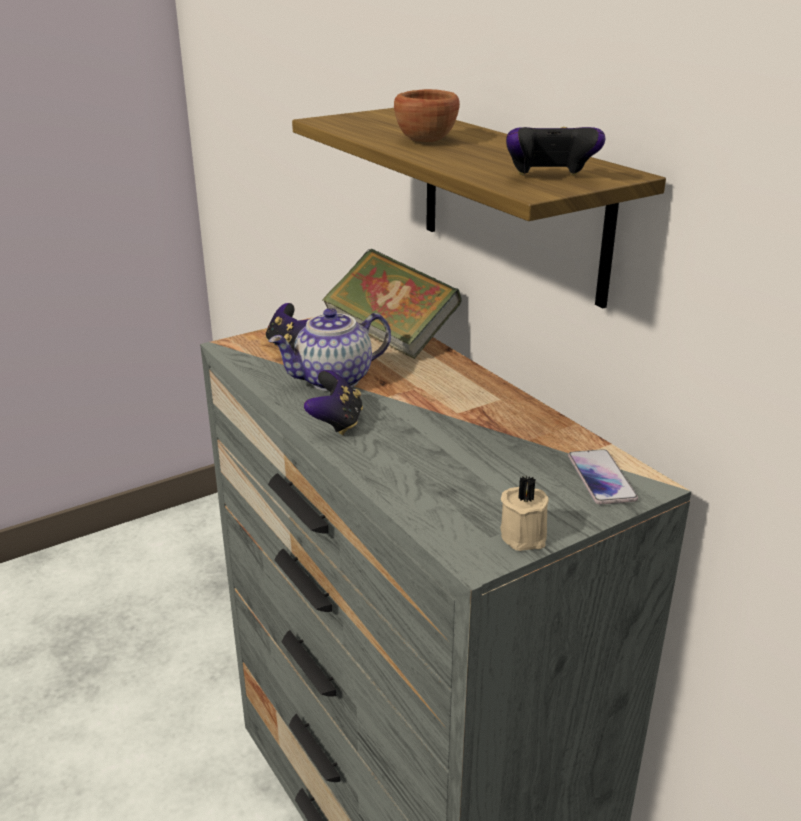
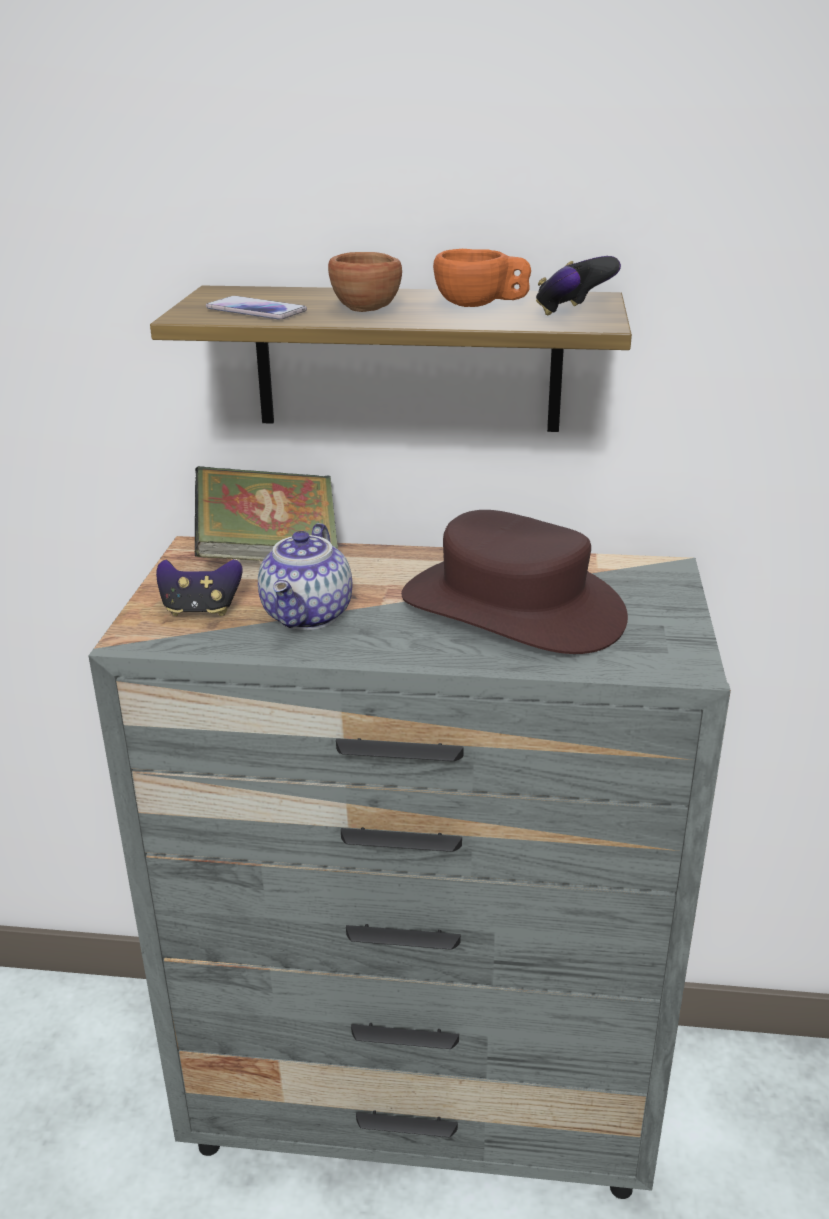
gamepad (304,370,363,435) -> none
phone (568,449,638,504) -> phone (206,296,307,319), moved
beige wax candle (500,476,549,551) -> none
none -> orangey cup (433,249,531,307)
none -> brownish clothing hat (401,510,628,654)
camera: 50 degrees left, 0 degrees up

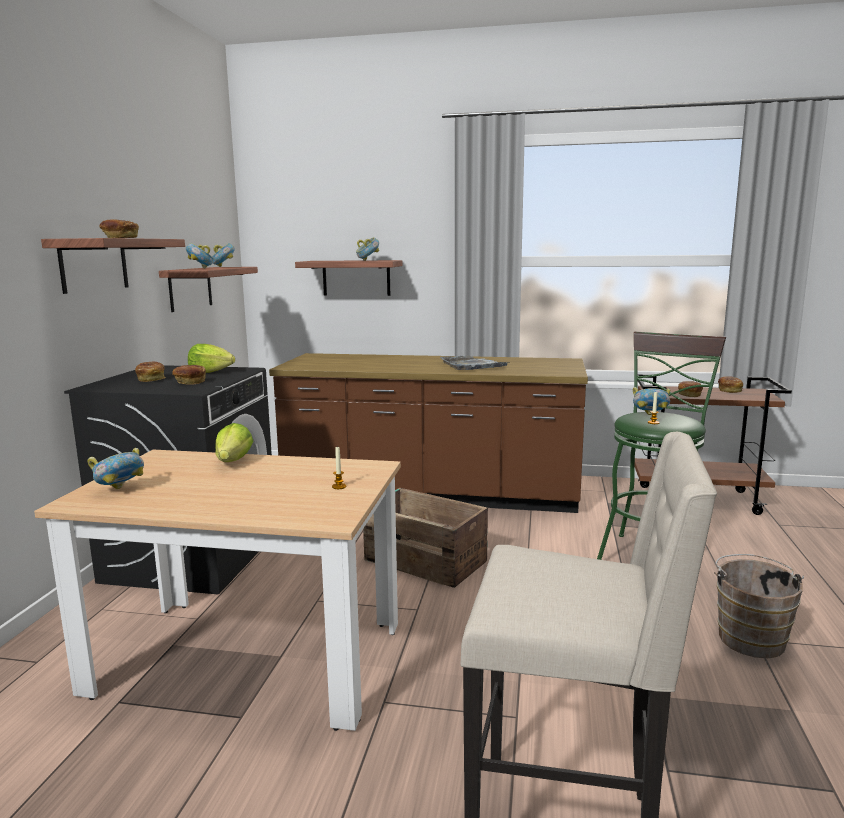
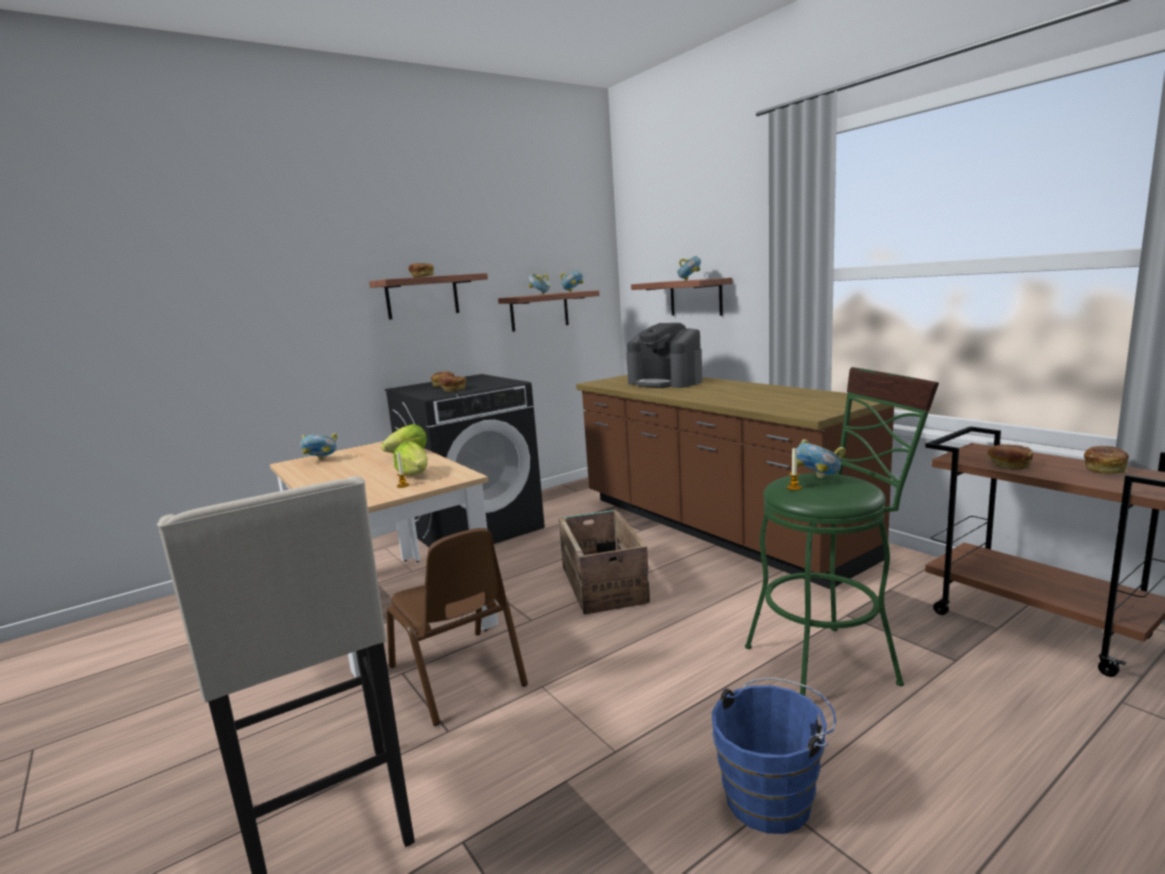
lettuce (188,344,235,373) -> lettuce (394,442,428,476), moved
grey tray (440,356,509,370) -> none
brownish pail (714,554,804,658) -> blue pail (712,678,836,834)
none -> coffee brewer (626,323,703,388)
none -> brownish plain chair (386,528,528,726)
camera: 45 degrees right, 0 degrees up

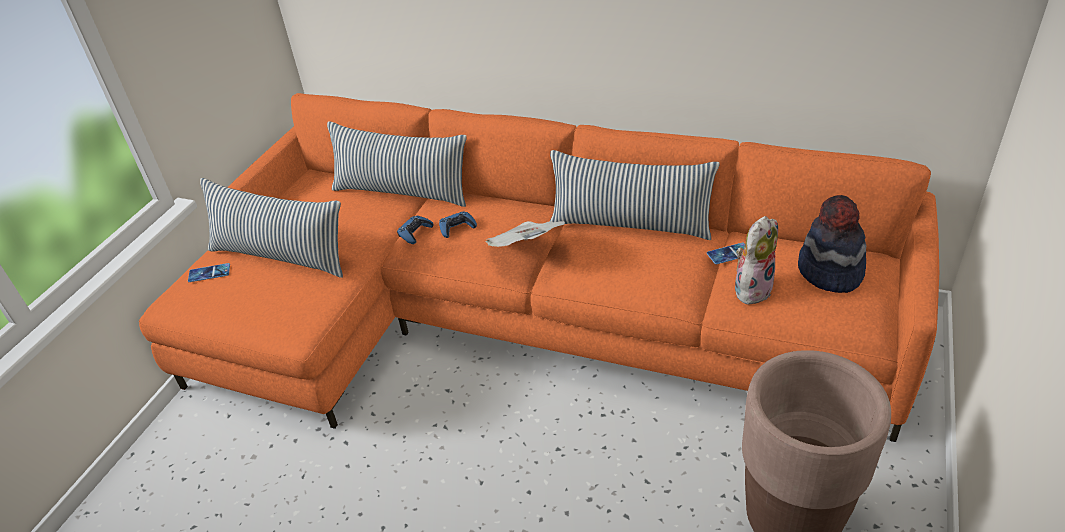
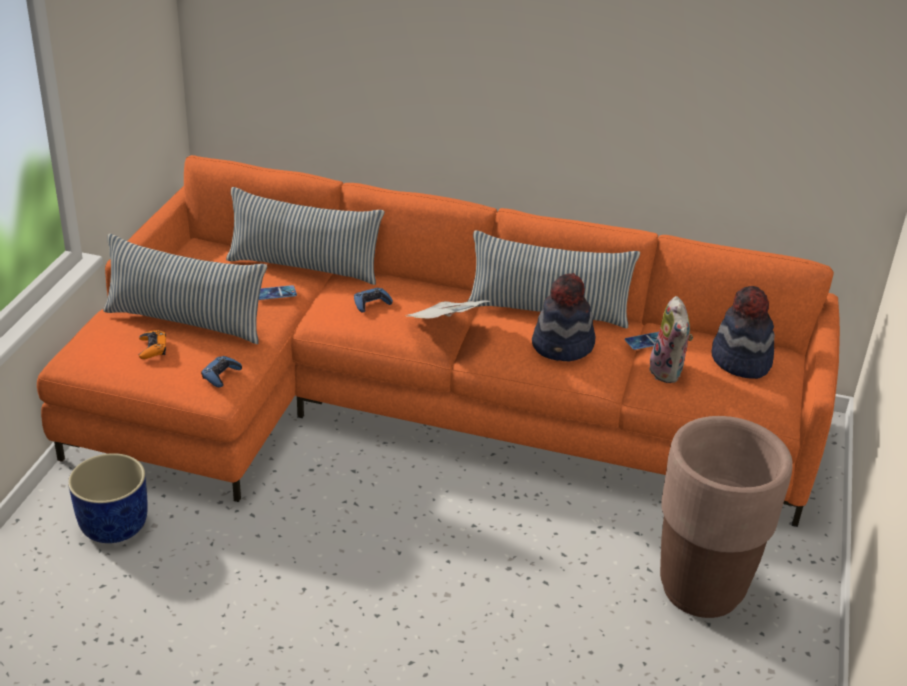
blue gamepad (397,215,434,244) -> blue gamepad (201,356,242,388), moved
cuddly toy (735,216,778,304) -> cuddly toy (649,296,693,383), 135 degrees clockwise
phone (188,263,230,282) -> phone (259,285,297,300), moved
none -> clothing hat (532,273,596,361)
none -> orangey gamepad (139,330,166,359)
none -> blue flower pot (68,453,148,543)
camera: 10 degrees left, 5 degrees down

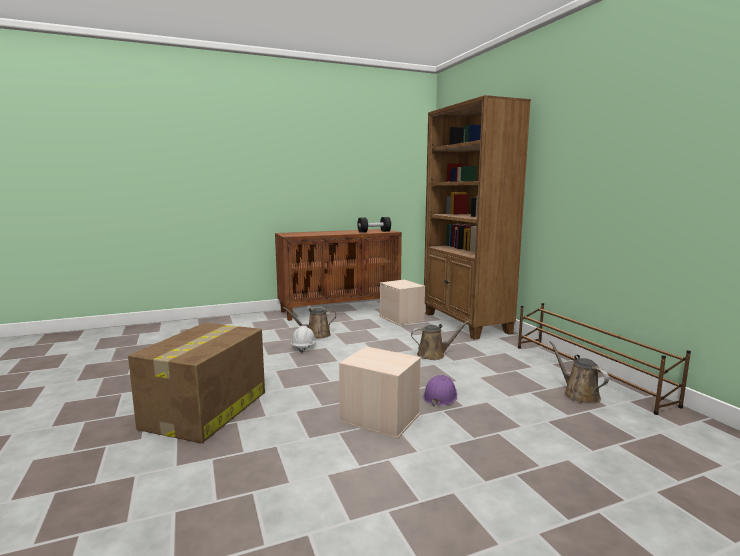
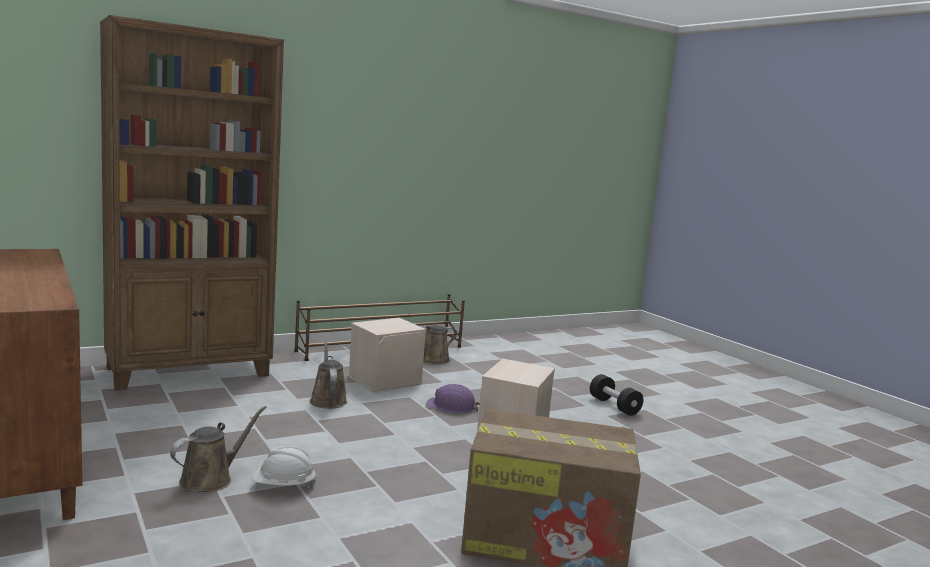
blackish dumbbell (357,217,391,233) -> blackish dumbbell (590,374,643,416), moved
beige storage container (380,280,425,326) -> beige storage container (348,318,426,392), moved
brownish watering pot (283,307,336,339) -> brownish watering pot (170,406,267,493), 120 degrees counterclockwise
camera: 100 degrees left, 0 degrees up

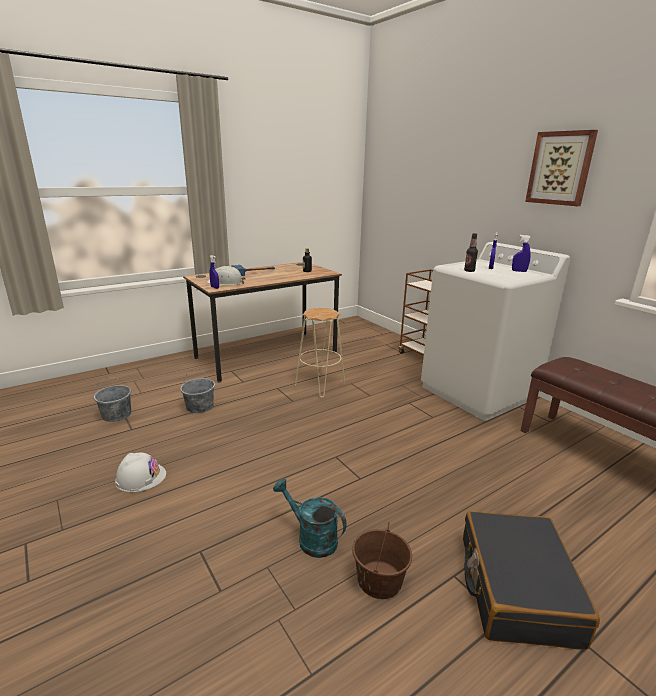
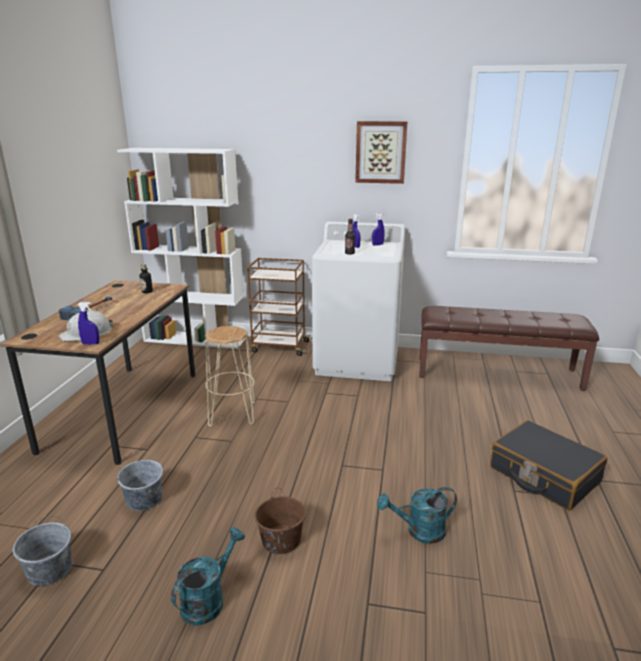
whitish work helmet (115,453,166,492) -> turquoise-coloured watering pot (171,527,245,626)
brownish pail (352,522,412,599) -> brownish pail (254,488,306,554), moved
none -> whitish bookcase (117,148,245,349)
camera: 45 degrees left, 0 degrees up

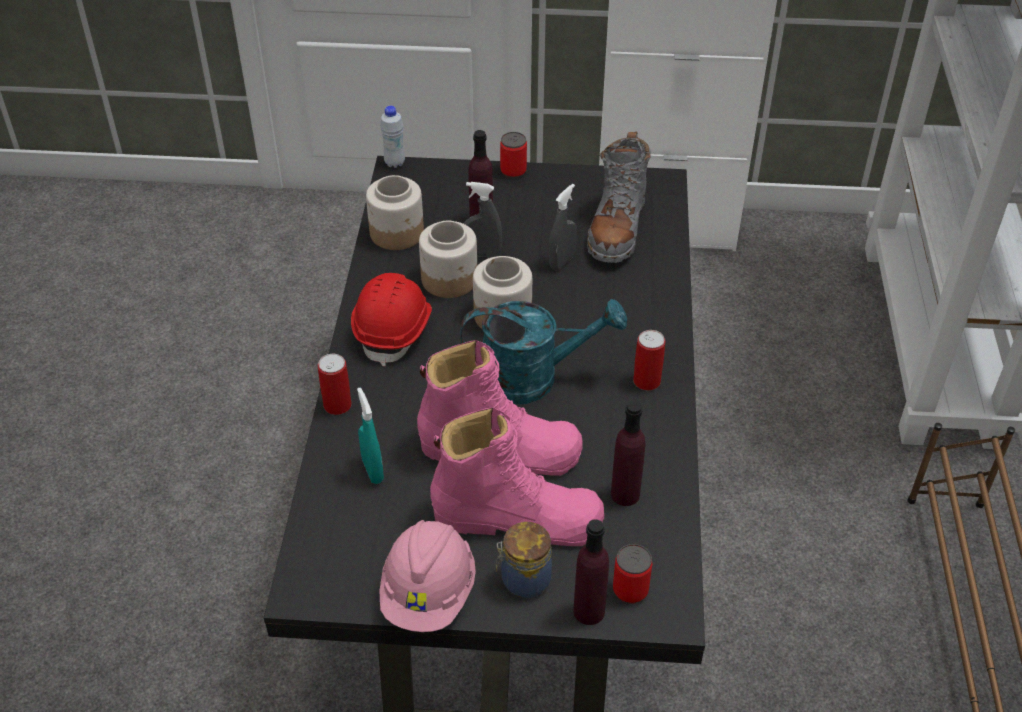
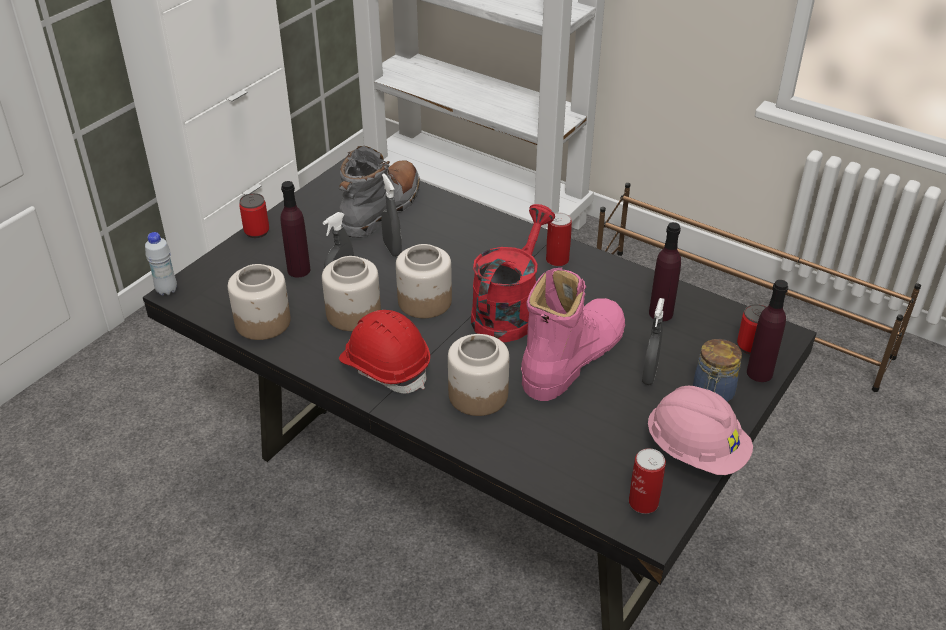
grey tall boot (587,131,651,263) -> grey tall boot (339,146,420,238), 105 degrees counterclockwise
turquoise-coloured watering pot (460,299,627,404) -> reddish watering pot (471,204,555,342)
can (318,354,352,415) -> can (629,449,666,514), moved
turquoise-coloured sprayer (357,388,384,484) -> none
pinkish tall boot (430,408,604,546) -> grey sprayer (642,298,665,385)
none -> storage jar (448,334,509,416)
camera: 60 degrees left, 5 degrees down

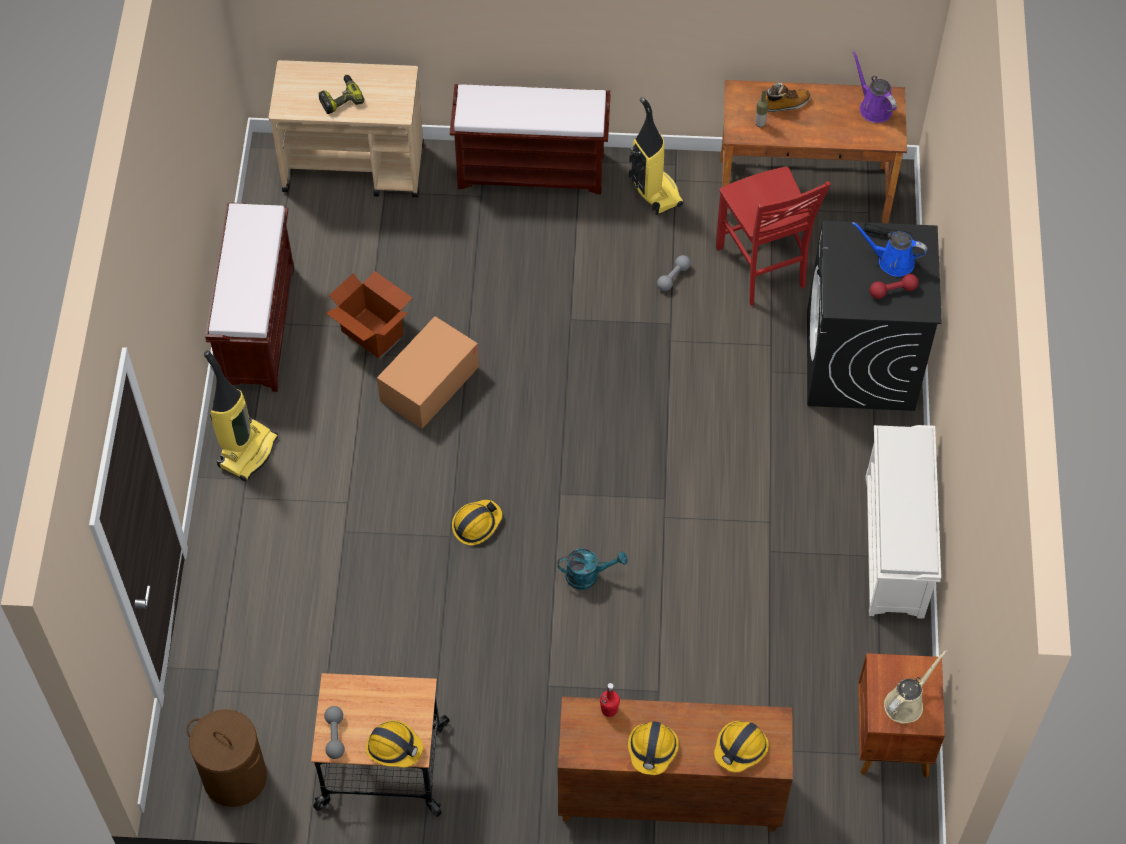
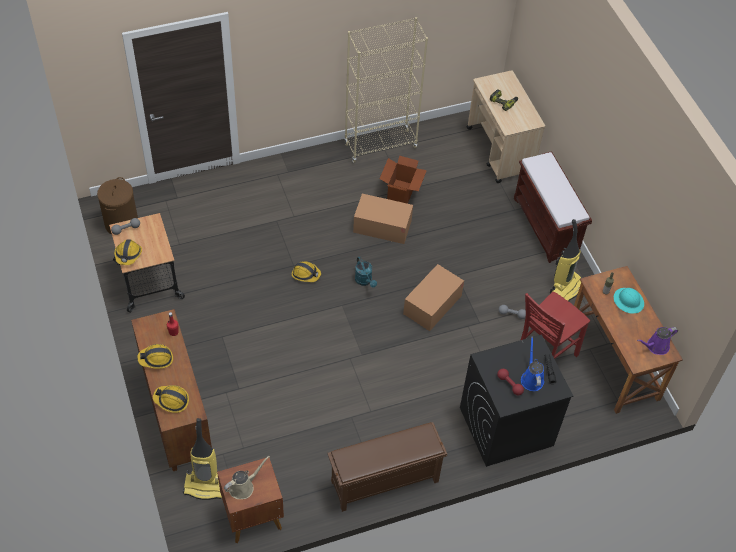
purplish watering pot (852,51,897,123) -> purplish watering pot (637,327,678,355), 150 degrees counterclockwise
tall boot (766,82,810,112) -> turquoise-coloured work helmet (614,288,644,314)
brownish bench (205,202,294,392) -> beige bookcase (344,17,428,163)
hoover (204,350,278,481) -> hoover (183,418,222,500), moved
whitish shoe stand (866,425,941,619) -> brownish shoe stand (327,422,447,512)
turquoise-coloured watering pot (558,548,628,590) -> turquoise-coloured watering pot (355,257,377,287), moved
beige watering pot (884,649,948,723) -> beige watering pot (224,456,270,499), 60 degrees counterclockwise
none -> carton (403,264,464,331)
camera: 65 degrees right, 5 degrees down

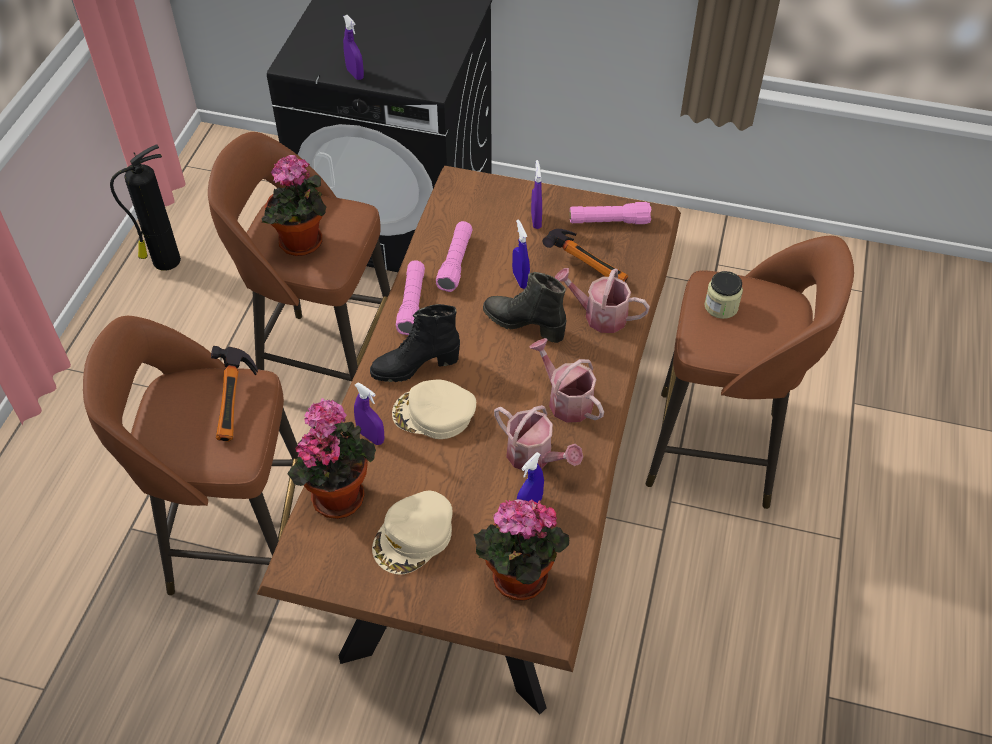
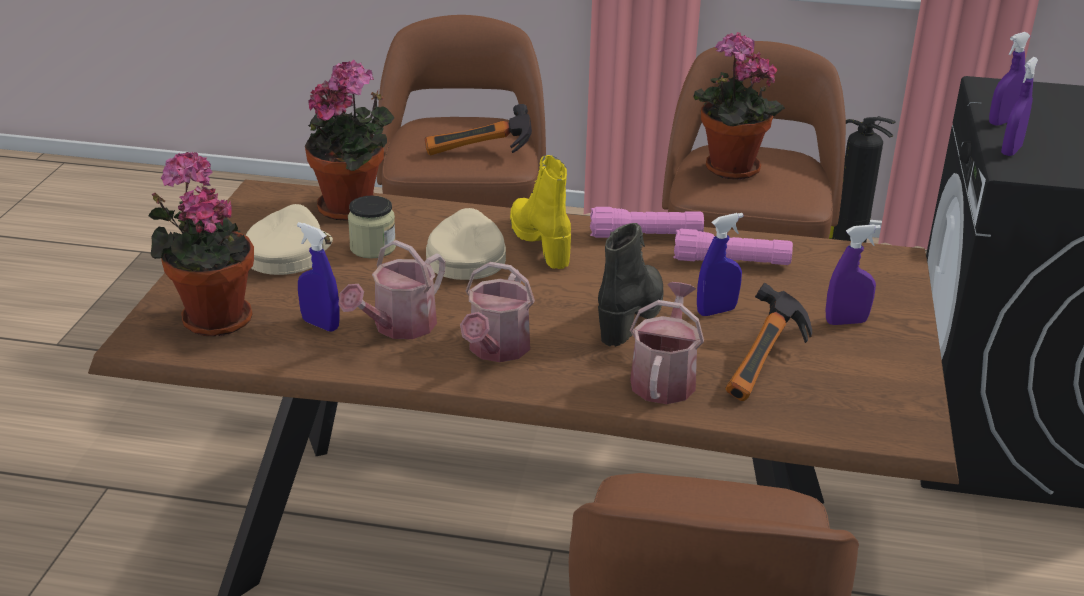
pinkish hand torch (570,202,651,224) -> none
storage jar (705,271,743,319) -> storage jar (348,196,396,258), moved
blackish tall boot (370,304,460,382) -> yellow-coloured tall boot (510,155,571,269)
watering pot (530,338,604,423) -> watering pot (460,262,535,362), 150 degrees clockwise
purplish sprayer (354,382,384,445) -> purplish sprayer (1001,57,1038,156), moved
beige peaked cap (372,491,453,575) -> beige peaked cap (246,204,333,275), 75 degrees clockwise
camera: 85 degrees right, 20 degrees down

